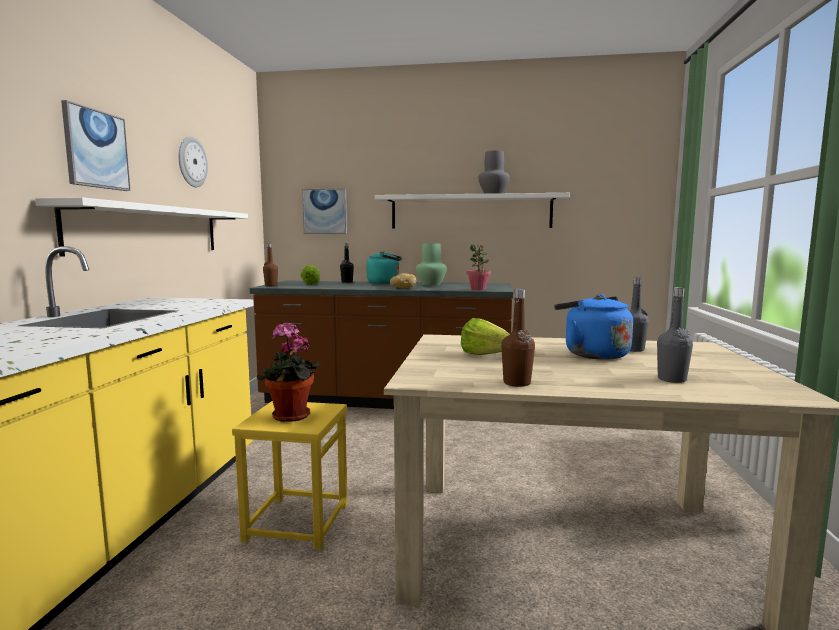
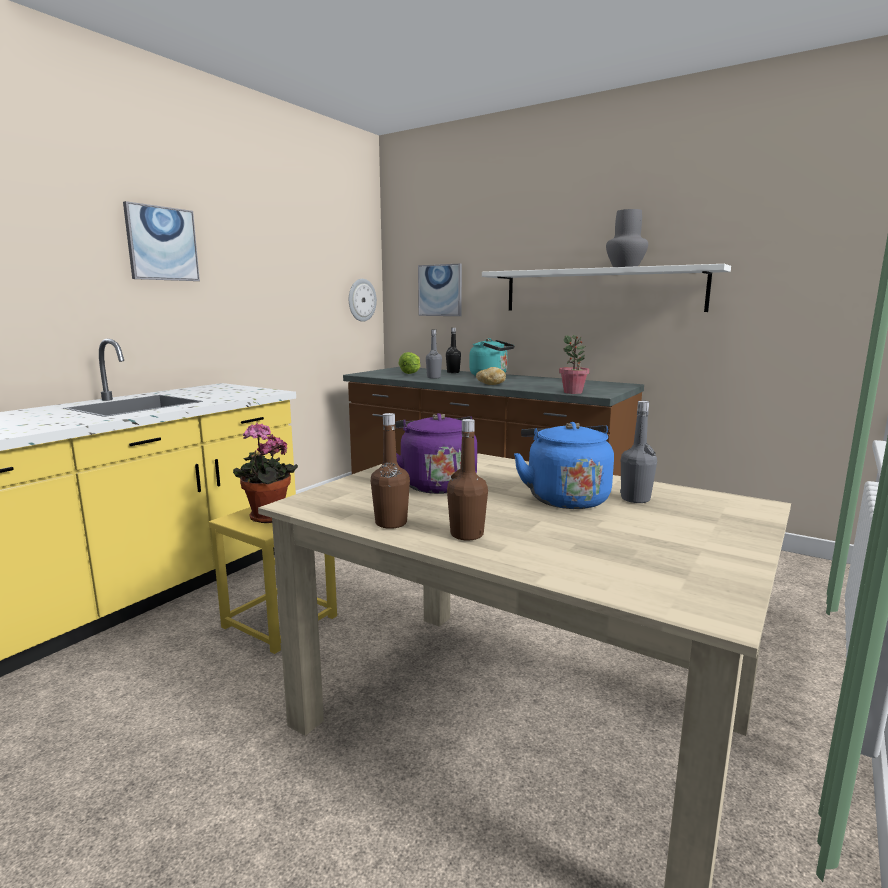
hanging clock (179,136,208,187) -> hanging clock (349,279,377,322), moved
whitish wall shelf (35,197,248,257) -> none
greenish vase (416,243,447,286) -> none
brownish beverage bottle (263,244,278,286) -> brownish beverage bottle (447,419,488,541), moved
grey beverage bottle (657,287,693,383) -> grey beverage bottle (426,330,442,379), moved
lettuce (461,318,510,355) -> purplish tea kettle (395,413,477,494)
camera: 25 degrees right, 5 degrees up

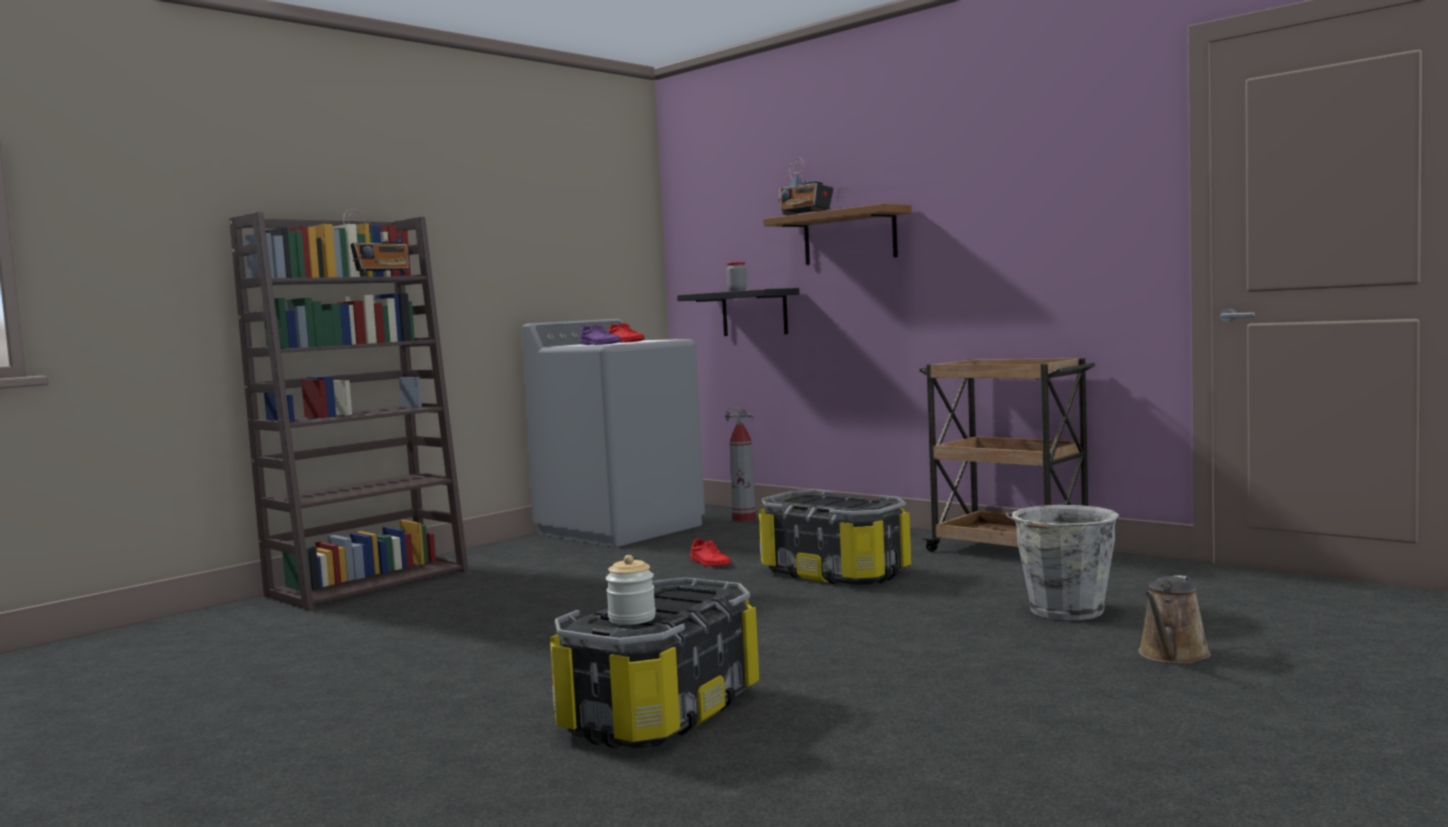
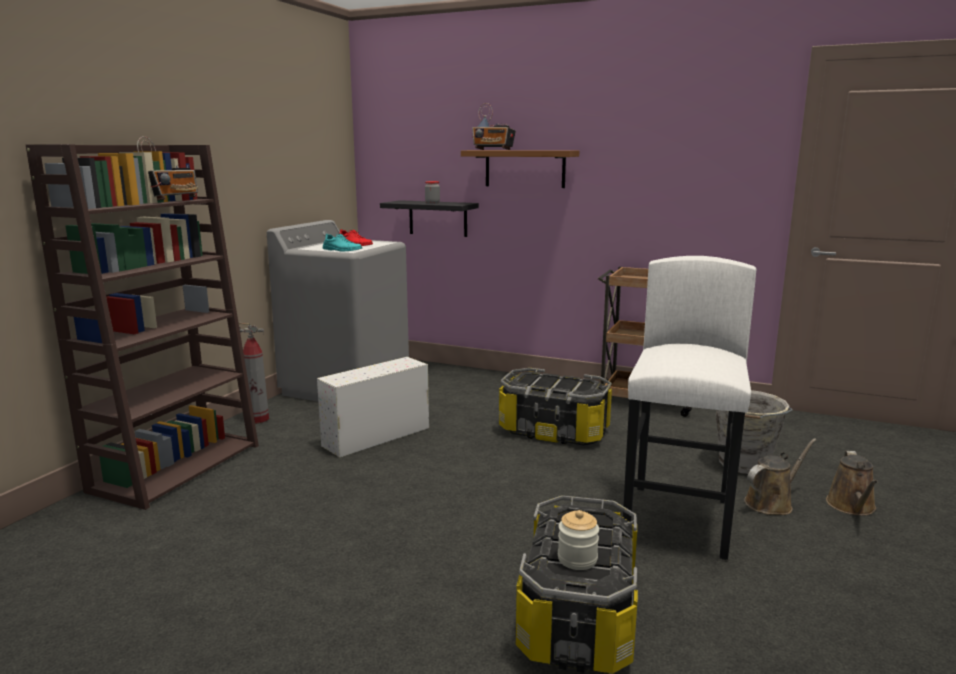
purplish low shoe (579,324,621,345) -> turquoise-coloured low shoe (323,234,362,252)
fire-fighting cylinder (725,407,756,522) -> fire-fighting cylinder (239,322,269,424), moved
reddish low shoe (690,538,732,566) -> none
none -> whitish stool seat (623,256,756,560)
none -> whitish storage container (317,357,429,458)
none -> brownish watering pot (744,438,817,515)
camera: 20 degrees left, 10 degrees up

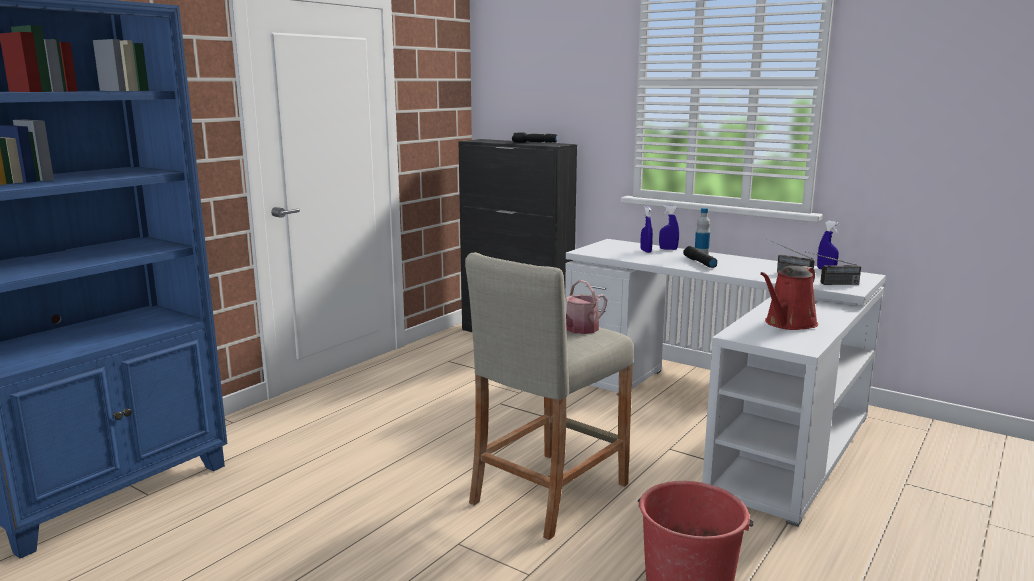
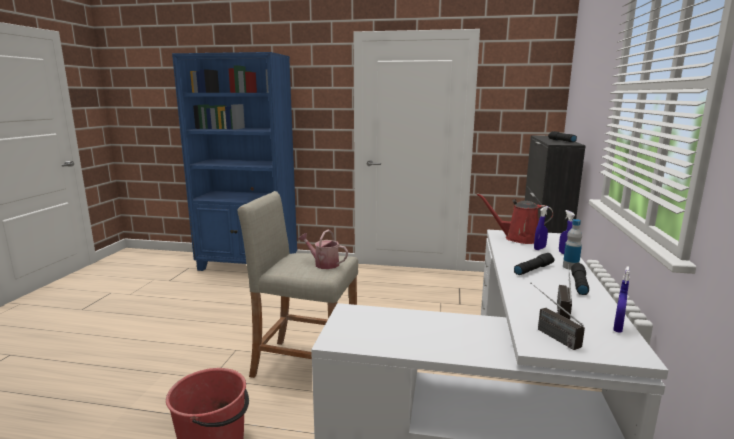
reddish watering pot (760,266,818,330) -> reddish watering pot (477,193,553,244), moved
none -> blackish hand torch (571,263,589,295)
camera: 65 degrees right, 0 degrees up

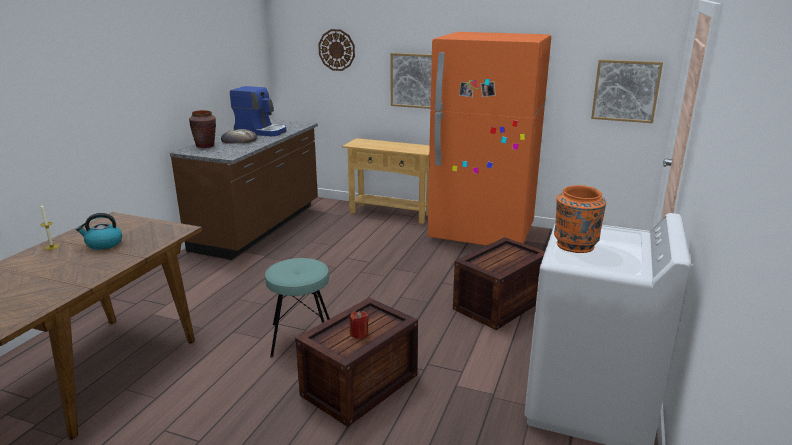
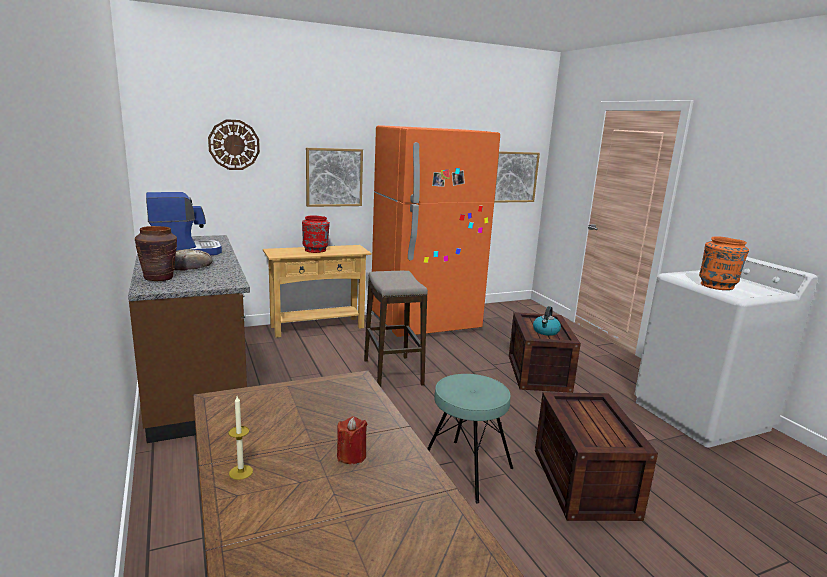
tea kettle (76,213,122,250) -> tea kettle (533,306,561,336), moved
reddish wax candle (349,311,369,339) -> reddish wax candle (337,417,367,464), moved
none -> reddish vase (302,215,330,253)
none -> stool seat (364,271,428,387)
camera: 45 degrees left, 5 degrees down

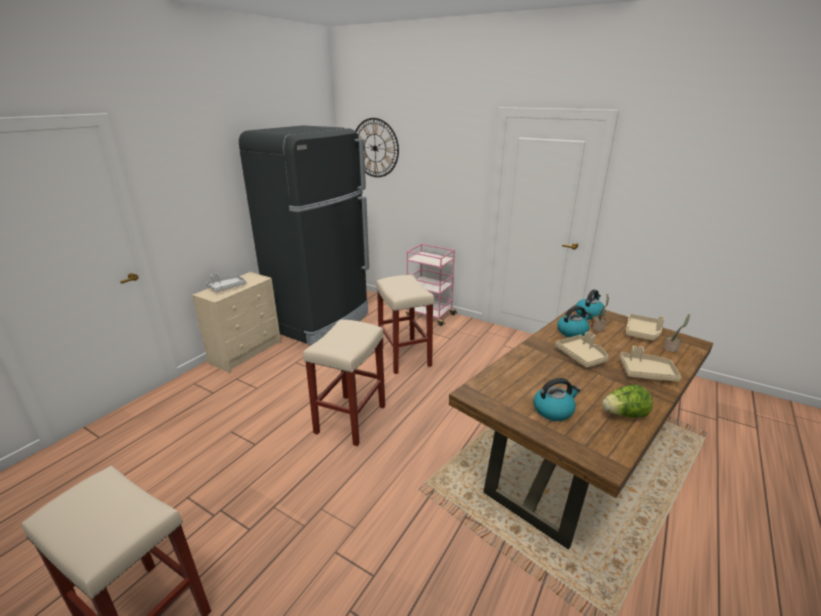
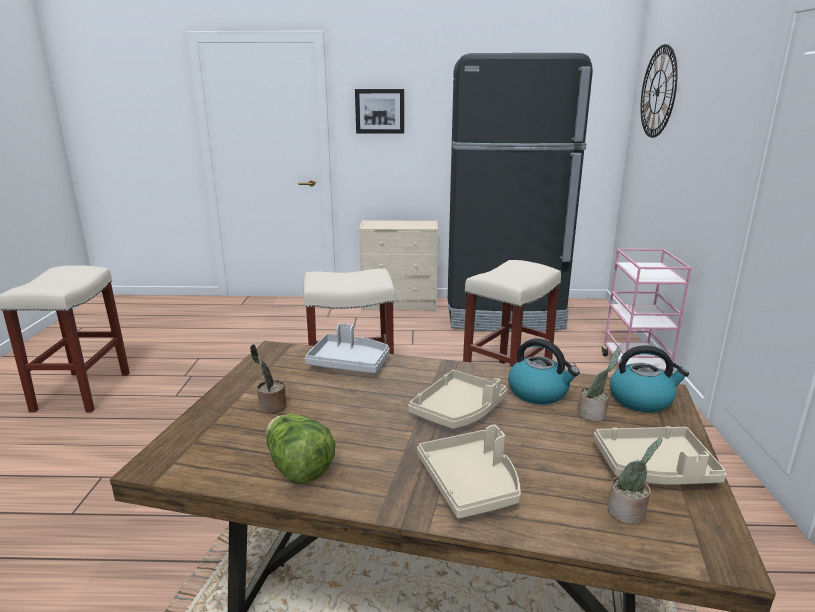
grey tray (205,273,247,292) -> grey tray (305,323,390,373), moved
tea kettle (534,378,581,421) -> plant in a pot (250,344,286,414)
none -> wall picture (355,89,404,134)
camera: 60 degrees right, 5 degrees down

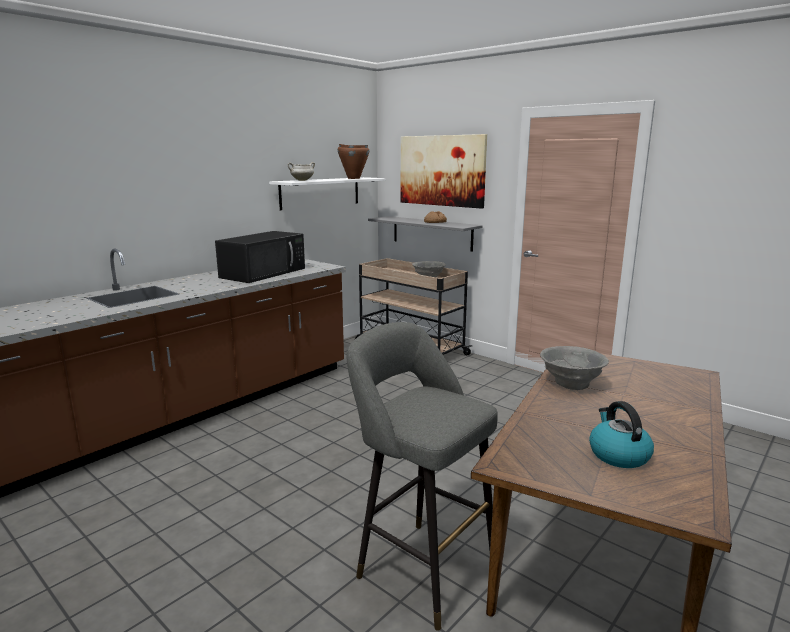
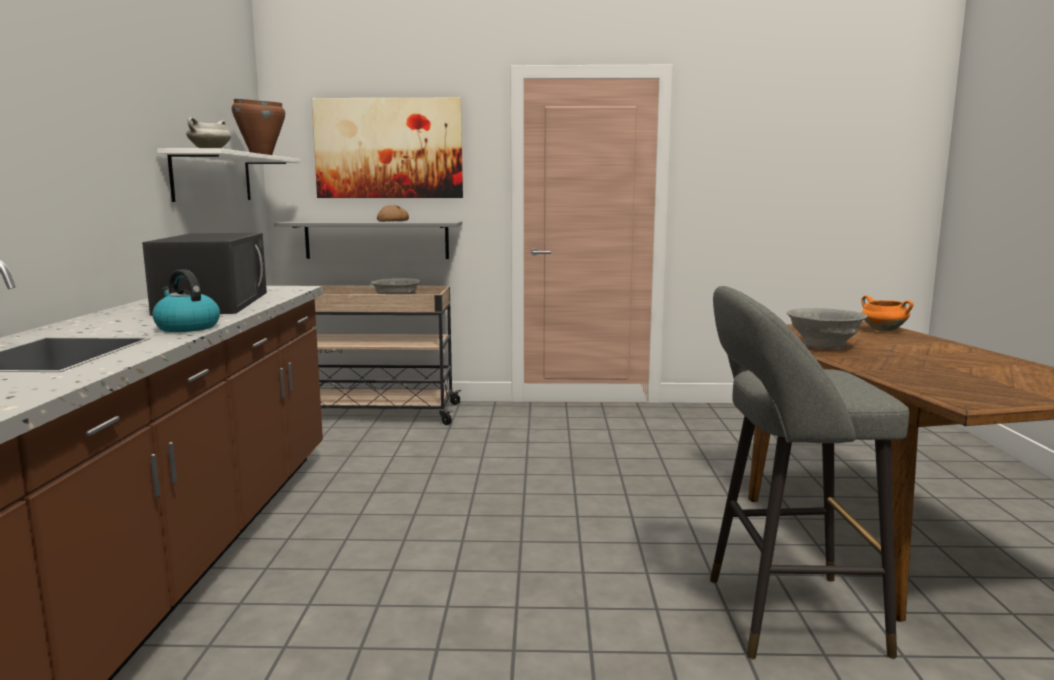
tea kettle (589,401,654,468) -> tea kettle (152,269,220,332), moved
none -> orangey cooking pot (861,295,914,331)
camera: 40 degrees left, 5 degrees down

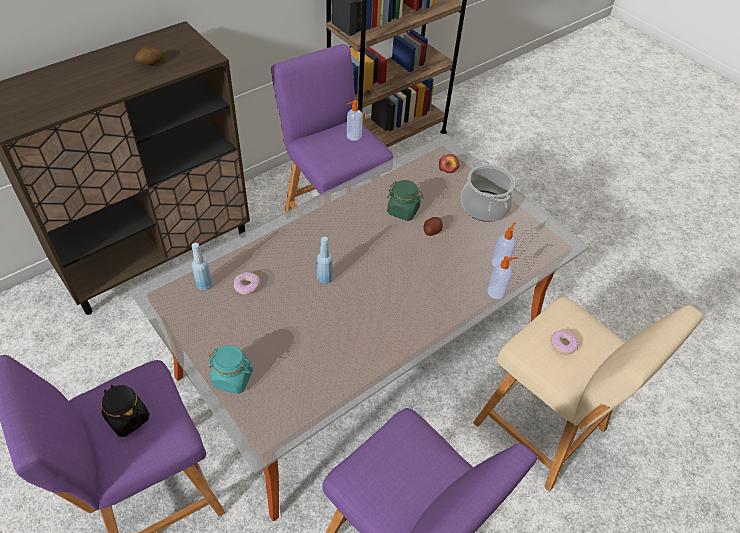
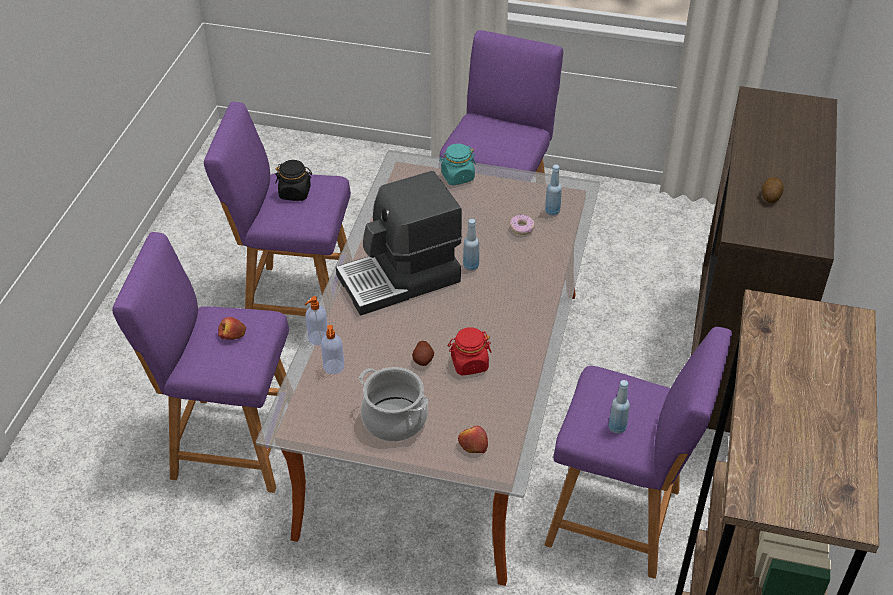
liquid soap bottle (347,100,363,141) -> blue beverage bottle (608,380,630,434)
greenish storage jar (387,180,424,221) -> reddish storage jar (447,327,492,376)
beige stool seat (473,297,704,492) -> purplish stool seat (112,232,289,493)
donut (550,330,578,355) -> apple fruit (218,317,246,340)
blackish storage jar (101,385,149,437) -> blackish storage jar (275,160,312,201), moved
none -> coffee brewer (336,171,462,315)
camera: 145 degrees right, 5 degrees down

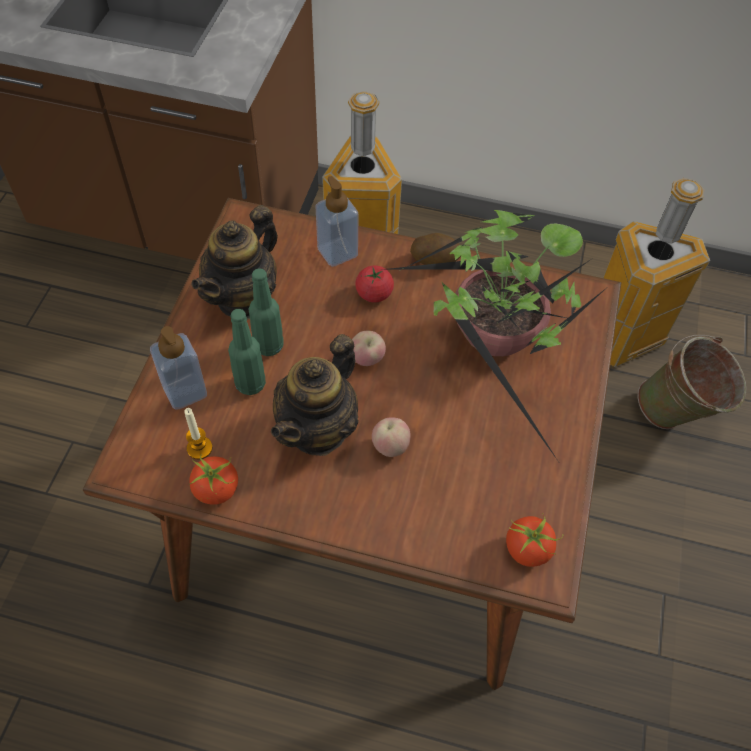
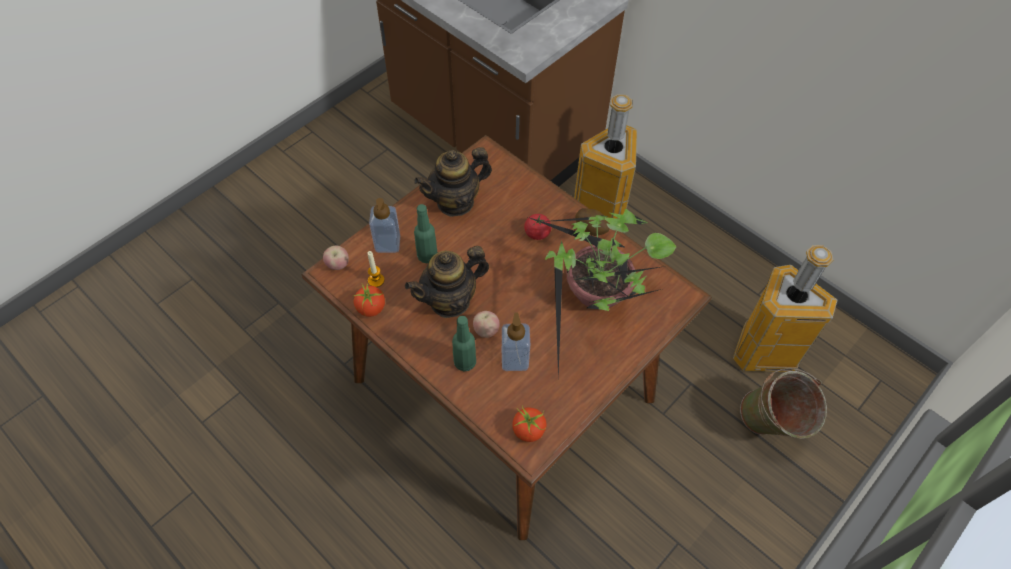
liquid soap bottle (315,176,358,267) -> liquid soap bottle (502,312,530,371), moved
greenish beverage bottle (249,268,283,356) -> greenish beverage bottle (452,316,476,371), moved
apple fruit (352,331,386,366) -> apple fruit (323,245,349,270), moved
camera: 30 degrees right, 0 degrees up

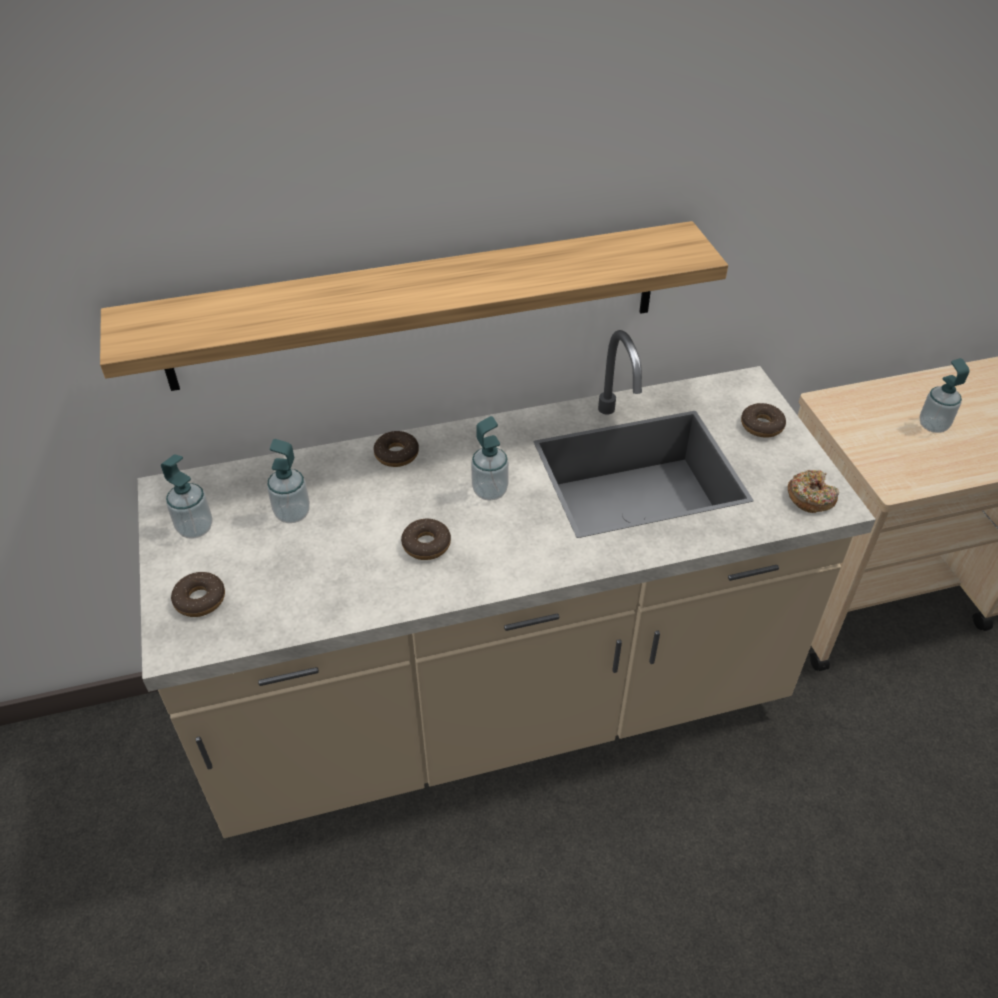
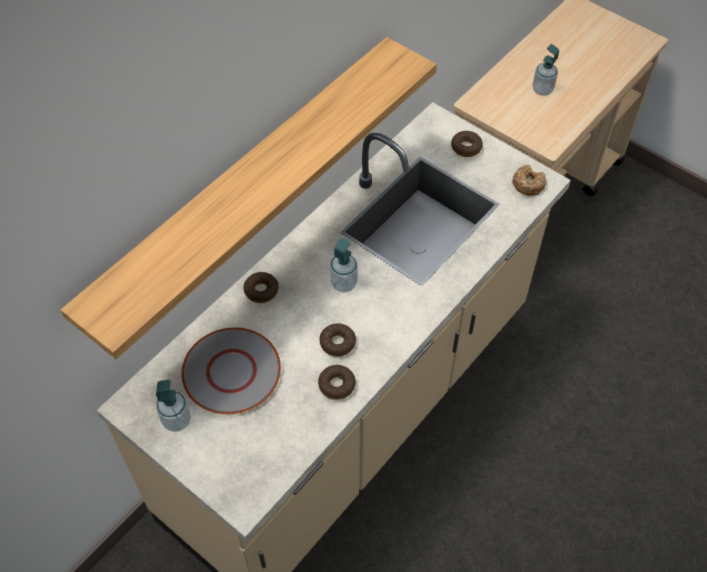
liquid soap bottle (267,439,310,523) -> grey plate (181,327,281,414)
donut (171,572,225,617) -> donut (318,365,356,400), moved
camera: 35 degrees left, 10 degrees up

